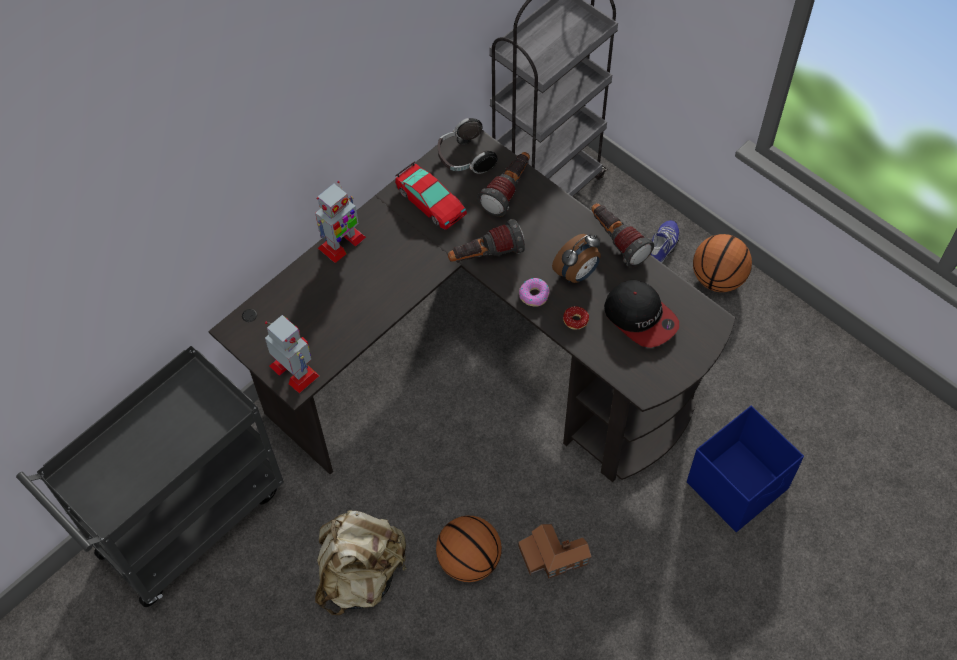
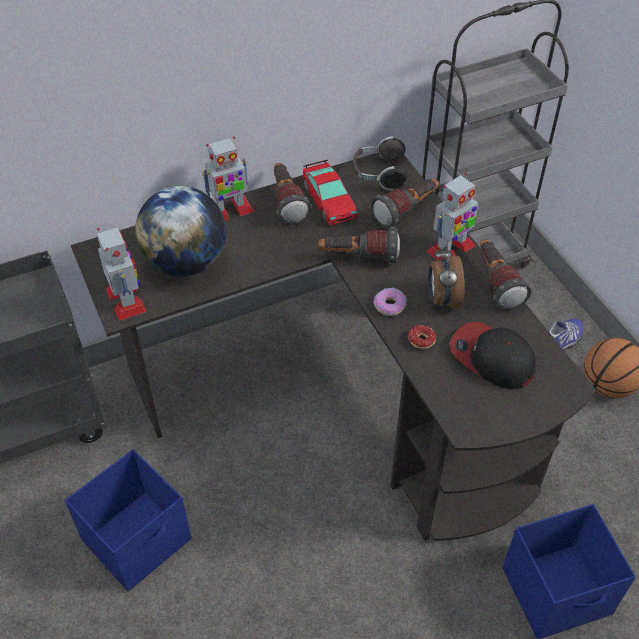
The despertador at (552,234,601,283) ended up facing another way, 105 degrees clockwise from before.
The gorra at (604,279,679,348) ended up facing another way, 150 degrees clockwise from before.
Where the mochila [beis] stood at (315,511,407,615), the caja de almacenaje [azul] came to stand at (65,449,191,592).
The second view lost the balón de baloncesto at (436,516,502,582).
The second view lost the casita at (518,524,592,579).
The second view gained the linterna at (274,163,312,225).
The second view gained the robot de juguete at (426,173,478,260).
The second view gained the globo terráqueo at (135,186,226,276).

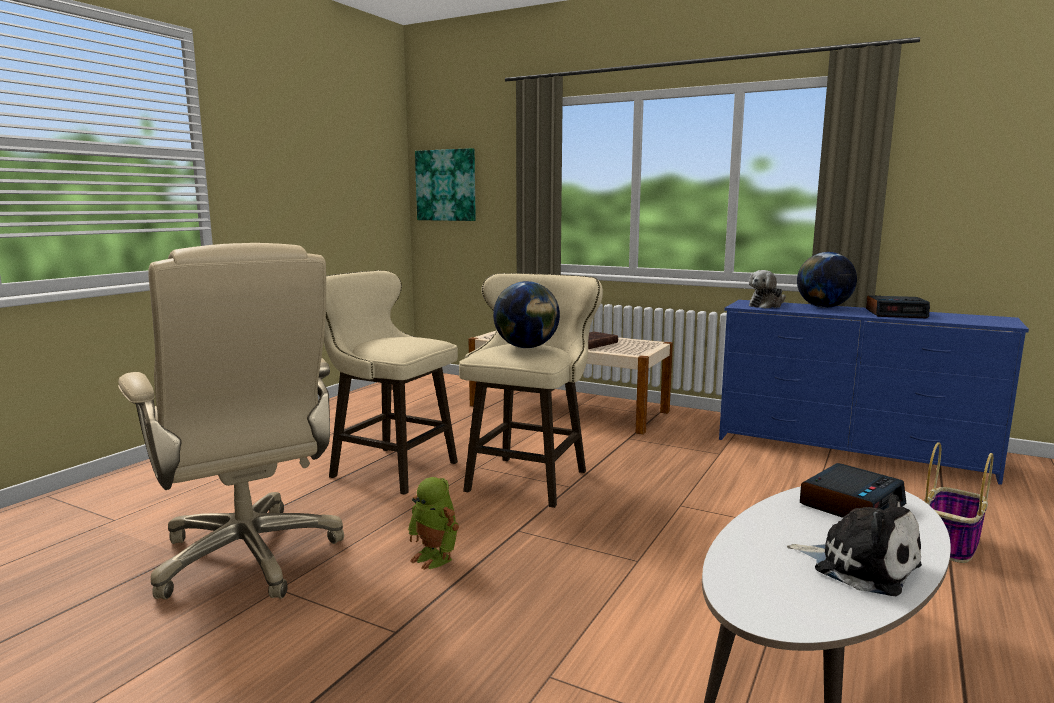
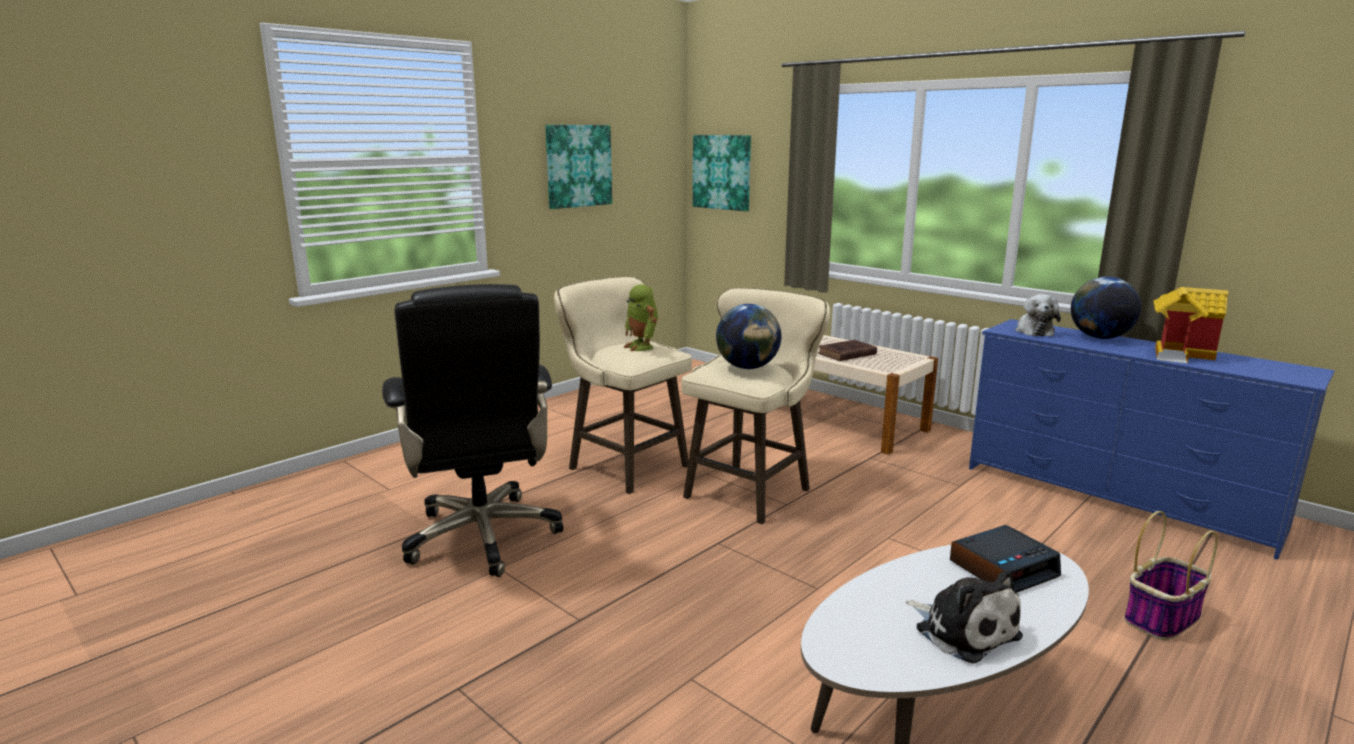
What was the silla de oficina [beis] at (118,243,344,599) turned into the silla de oficina [negro] at (382,284,564,577).
The peluche at (749,270,786,309) ended up facing another way, 60 degrees counterclockwise from before.
Where the despertador stood at (866,295,930,318), the casita came to stand at (1153,287,1228,363).
The robot de juguete ended up elsewhere, having gone from (408,477,459,570) to (623,285,658,351).
The second view gained the cuadro at (545,125,612,209).

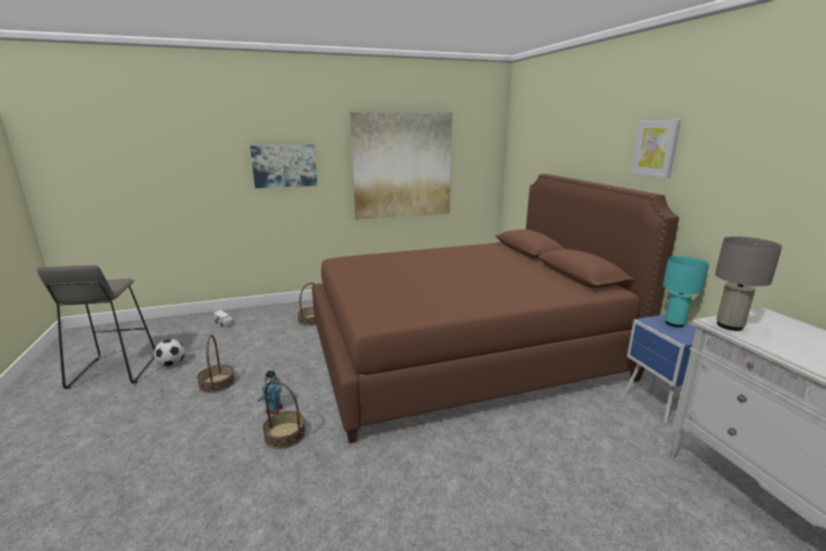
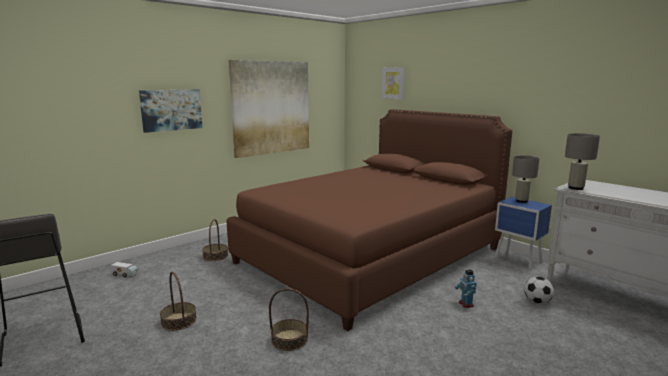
The cuadro ended up elsewhere, having gone from (631,120,681,178) to (382,67,405,99).
What was the lámpara de mesa [turquesa] at (663,256,709,328) turned into the lámpara de mesa [gris] at (512,155,539,203).
The balón de fútbol ended up elsewhere, having gone from (154,339,185,366) to (524,276,554,304).
The robot de juguete ended up elsewhere, having gone from (257,370,283,414) to (455,269,477,308).

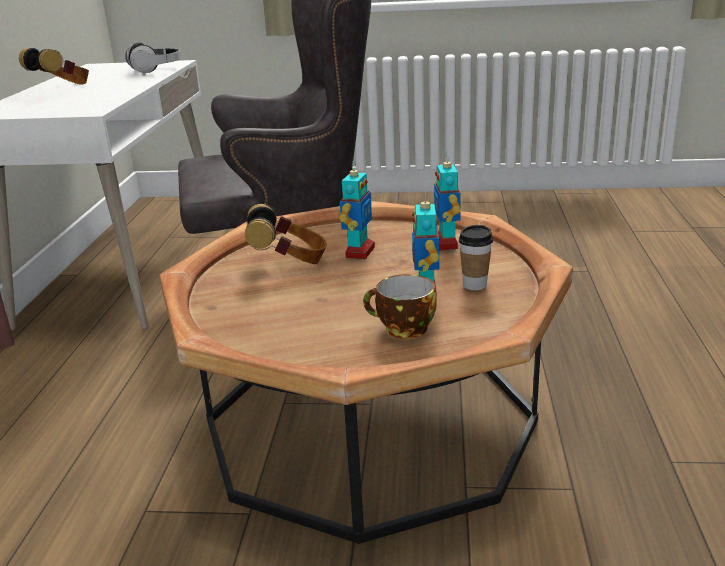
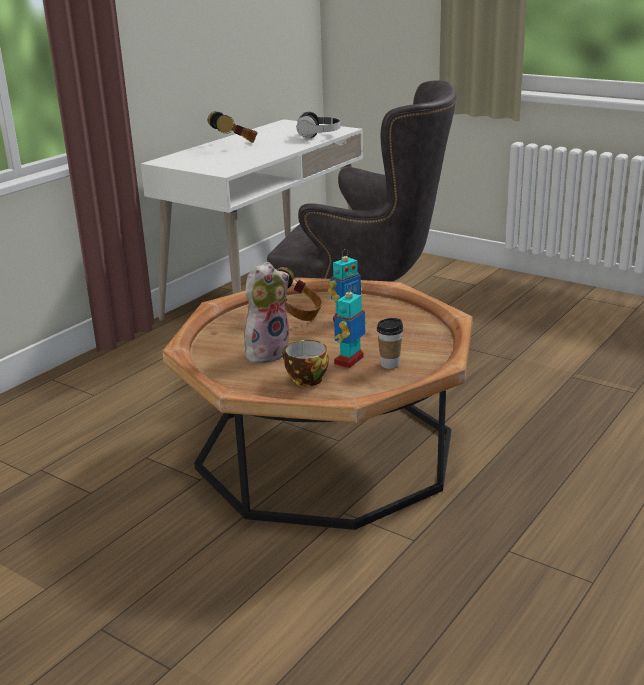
The second view lost the robot de juguete at (434,153,461,250).
The second view gained the peluche at (244,262,289,365).

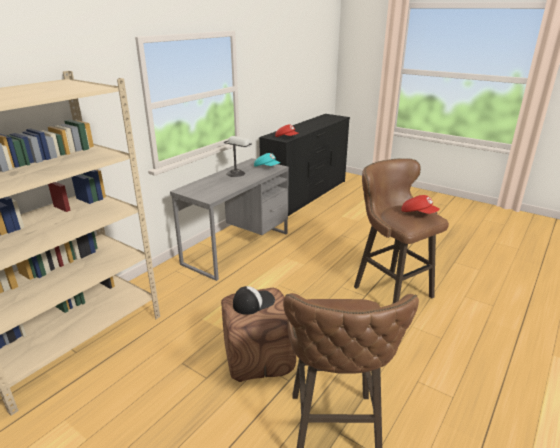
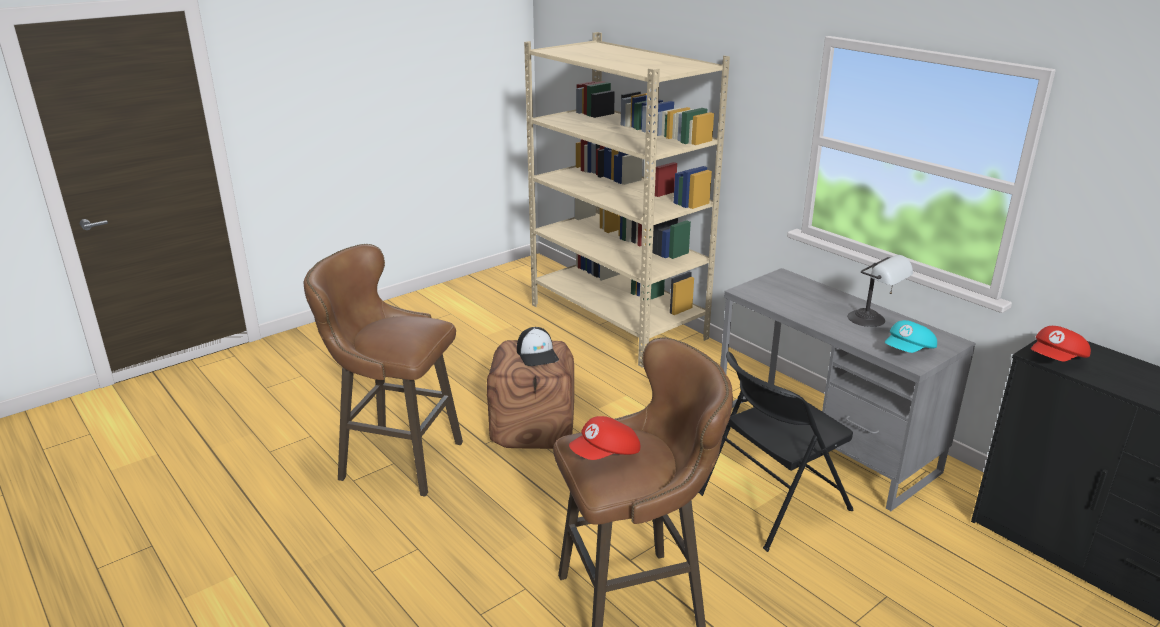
The second view gained the silla [negro] at (698,352,853,552).

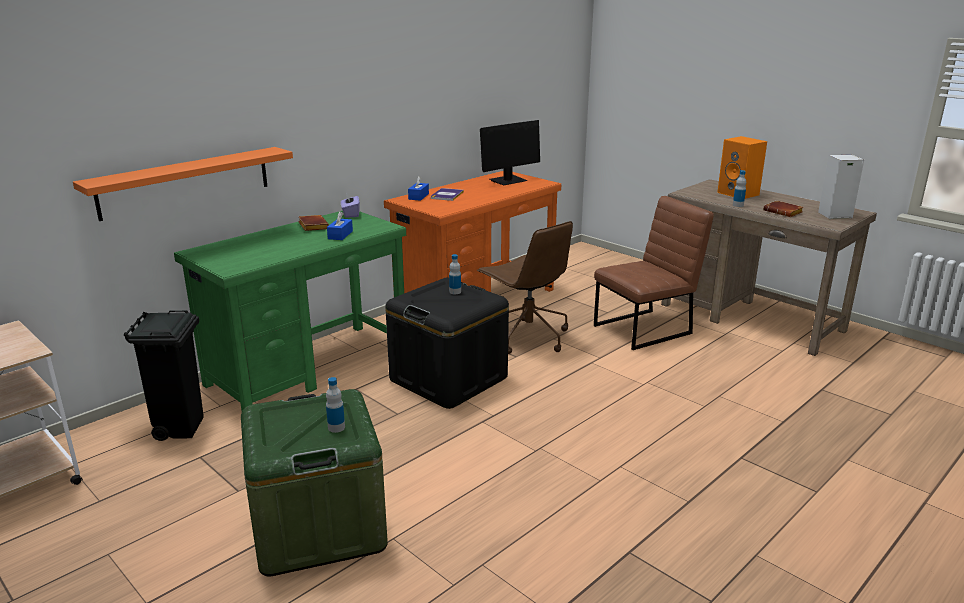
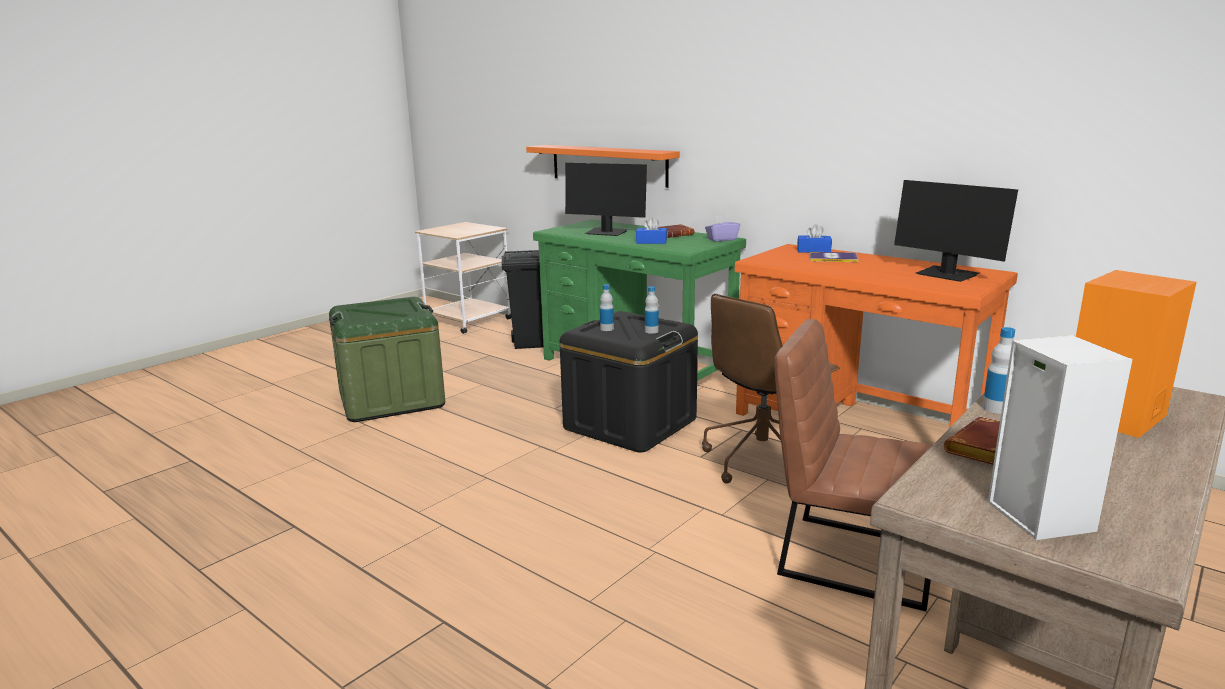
The silla [marrón] at (594,196,714,350) ended up facing another way, 150 degrees clockwise from before.
The botella ended up elsewhere, having gone from (326,377,345,433) to (600,284,614,331).
The second view gained the monitor at (565,163,647,236).

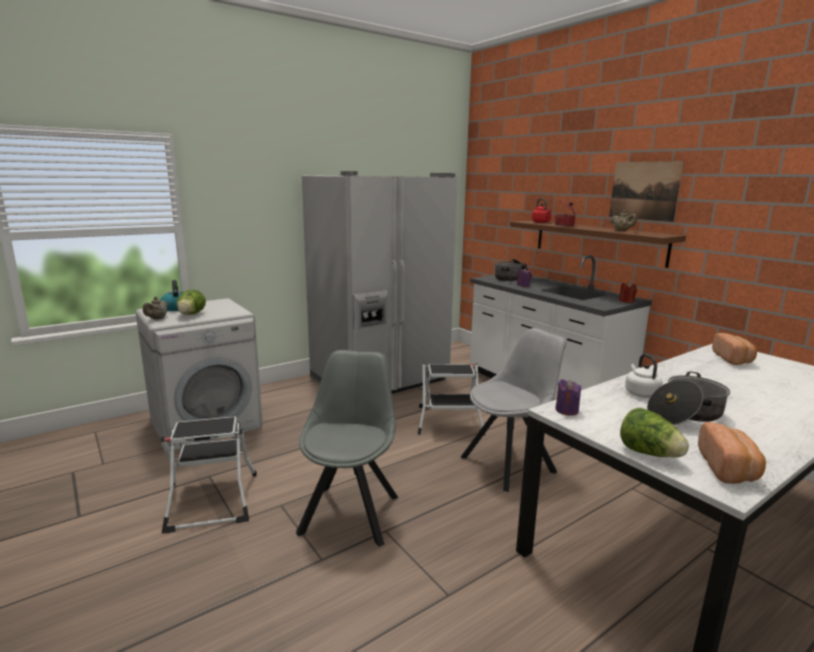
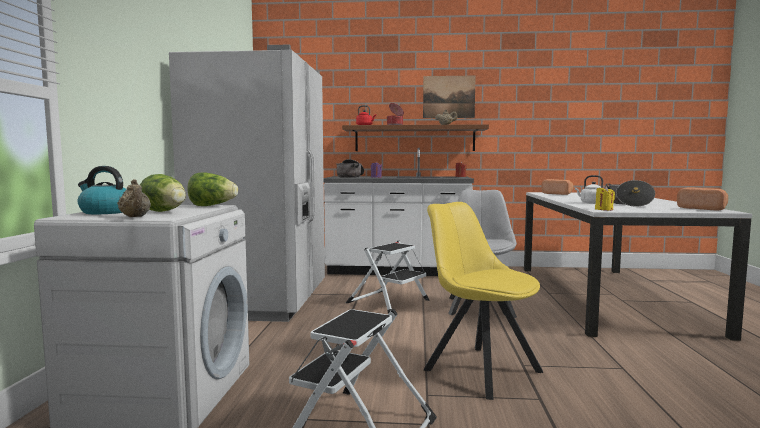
What was the silla [gris] at (296,350,398,547) turned into the silla [amarillo] at (423,202,543,400).
What was the vela [morado] at (555,379,581,416) turned into the vela [amarillo] at (595,186,615,211).
The lechuga ended up elsewhere, having gone from (620,408,689,458) to (187,173,238,206).

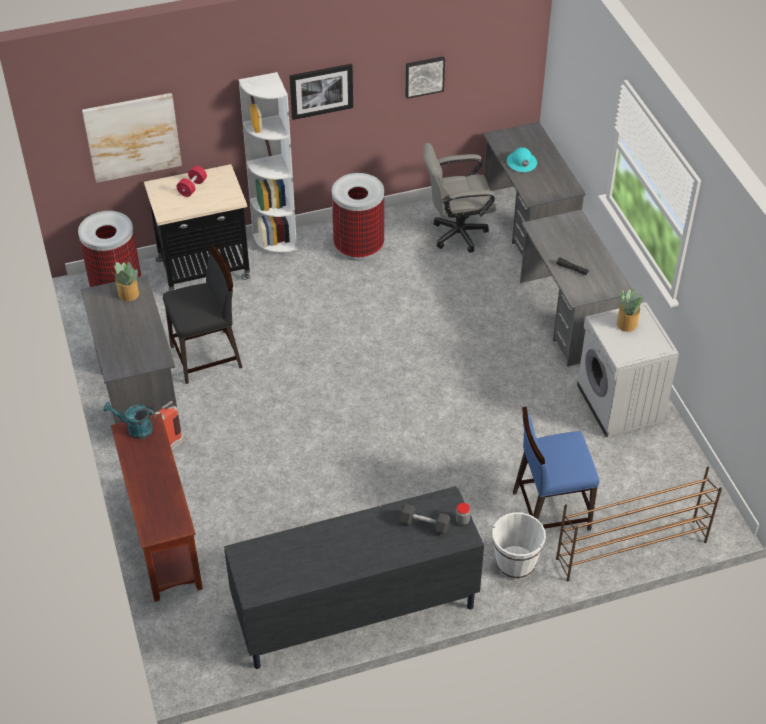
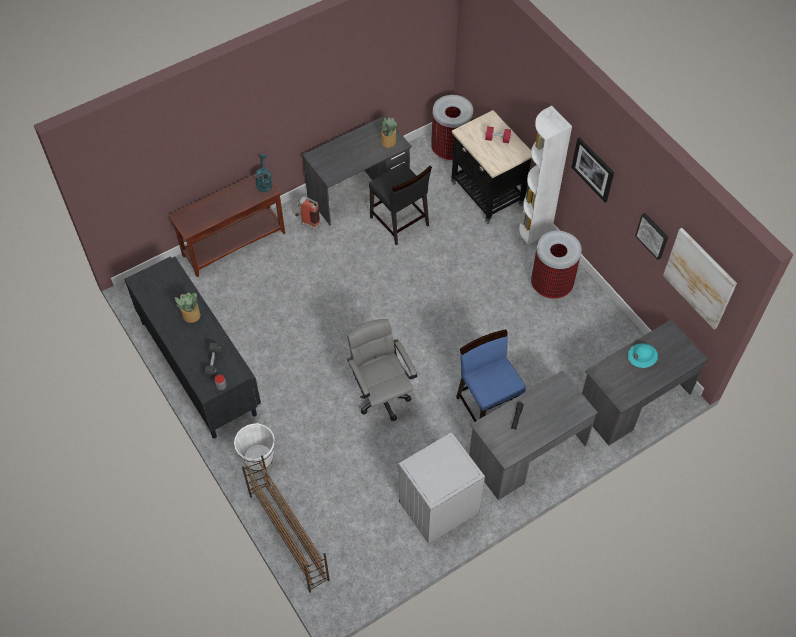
The cuadro ended up elsewhere, having gone from (82,93,182,183) to (663,228,737,329).
The silla de oficina [gris] ended up elsewhere, having gone from (423,143,496,253) to (347,319,417,421).
The planta en maceta ended up elsewhere, having gone from (617,289,644,332) to (175,293,201,323).
The silla [azul] ended up elsewhere, having gone from (513,407,599,531) to (456,329,526,422).

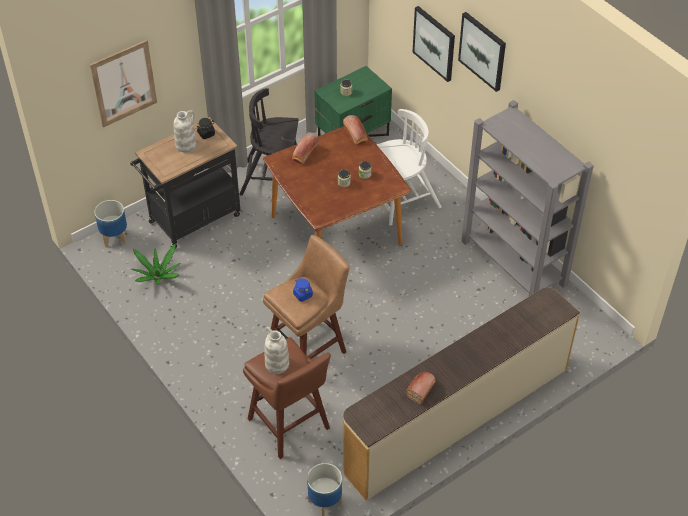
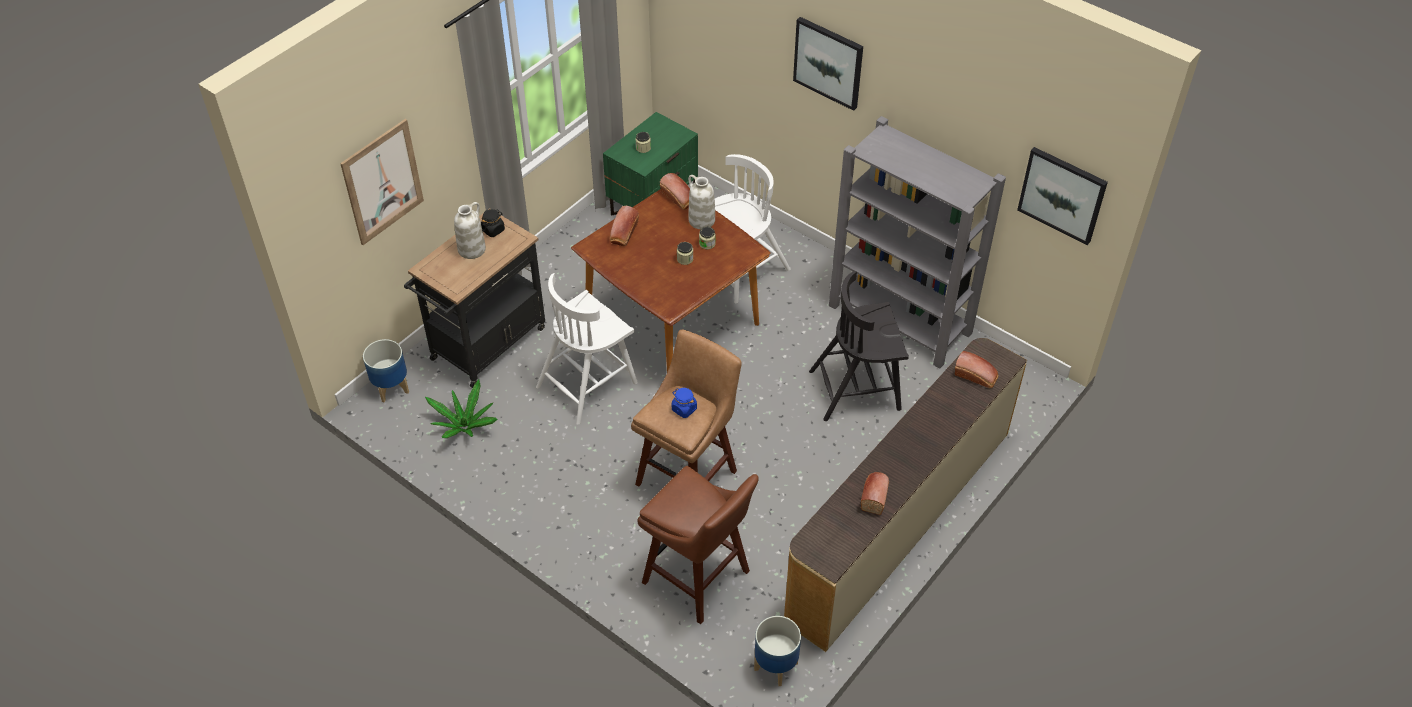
The cuadro ended up elsewhere, having gone from (412,6,455,82) to (1017,147,1108,245).
The silla [negro] ended up elsewhere, having gone from (239,88,298,196) to (809,271,909,421).
The florero [blanco] ended up elsewhere, having gone from (265,327,289,374) to (688,175,715,229).
The second view gained the silla [blanco] at (536,273,638,425).
The second view gained the pan at (955,351,999,388).

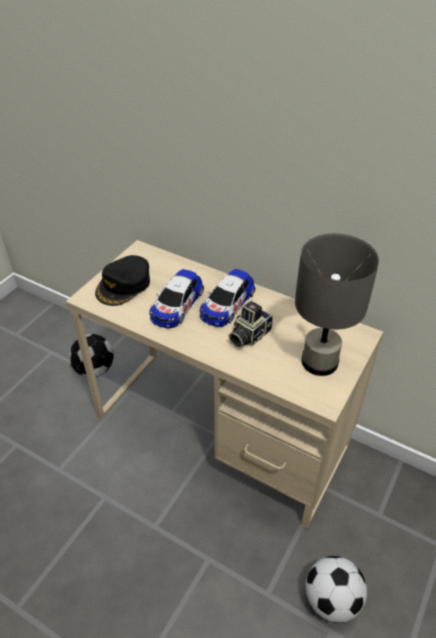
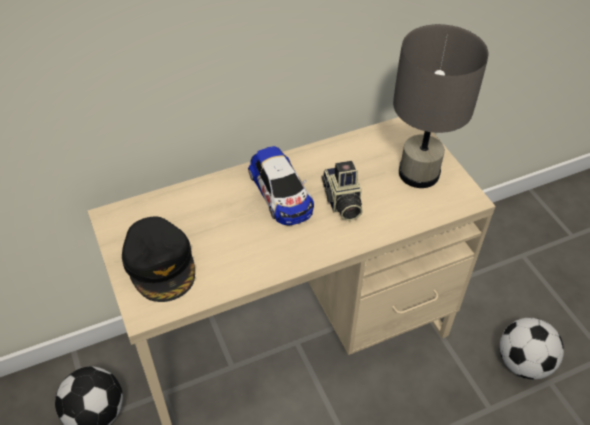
The second view lost the coche de juguete at (150,269,204,328).

